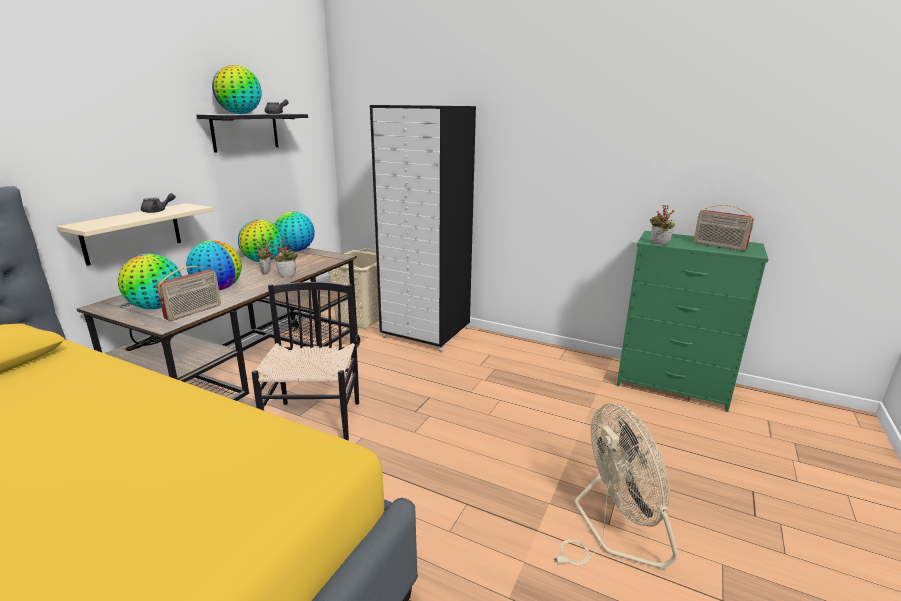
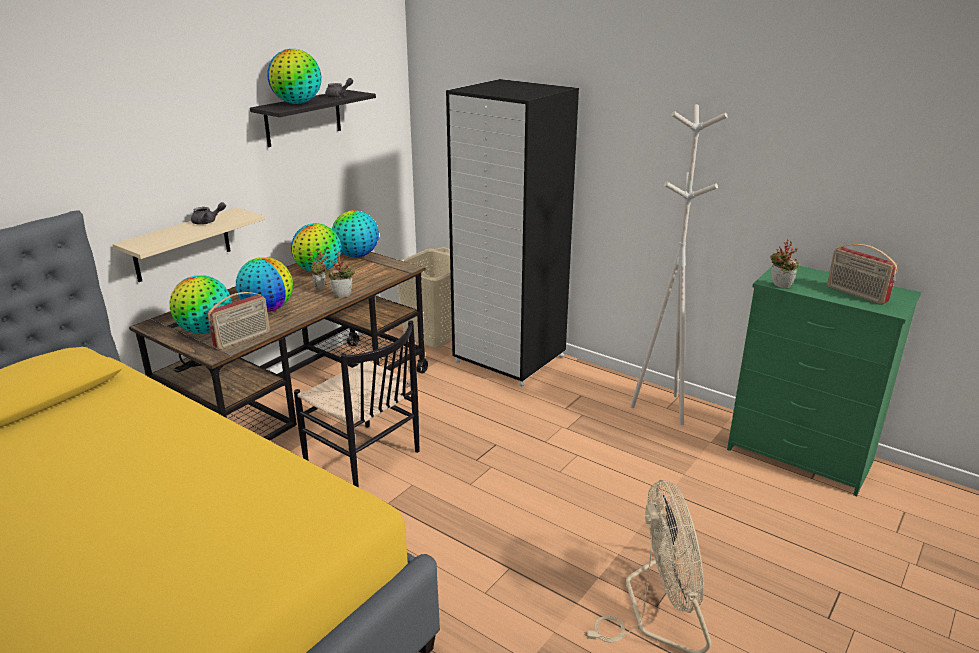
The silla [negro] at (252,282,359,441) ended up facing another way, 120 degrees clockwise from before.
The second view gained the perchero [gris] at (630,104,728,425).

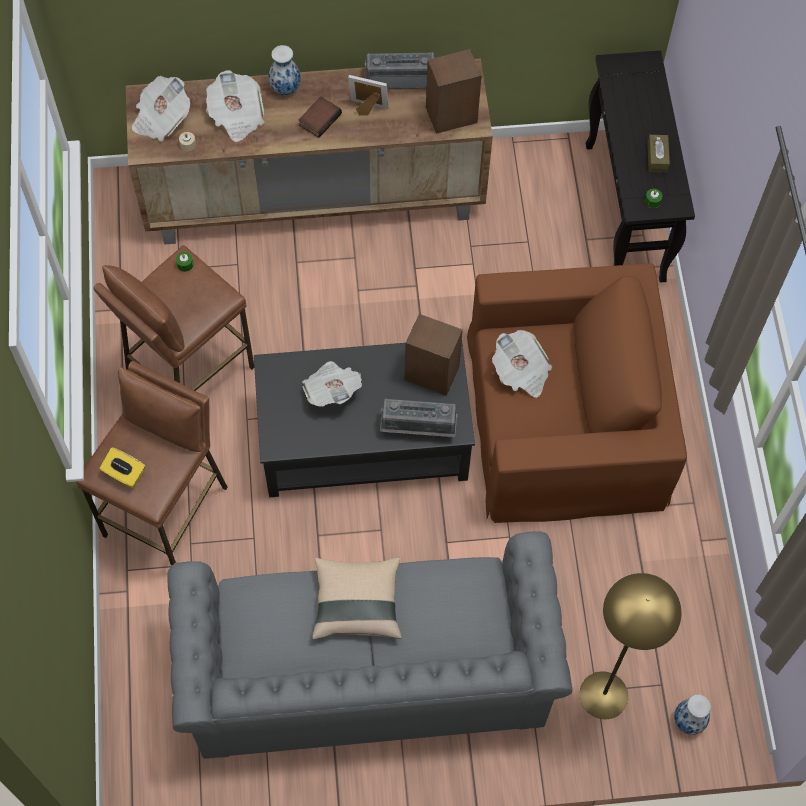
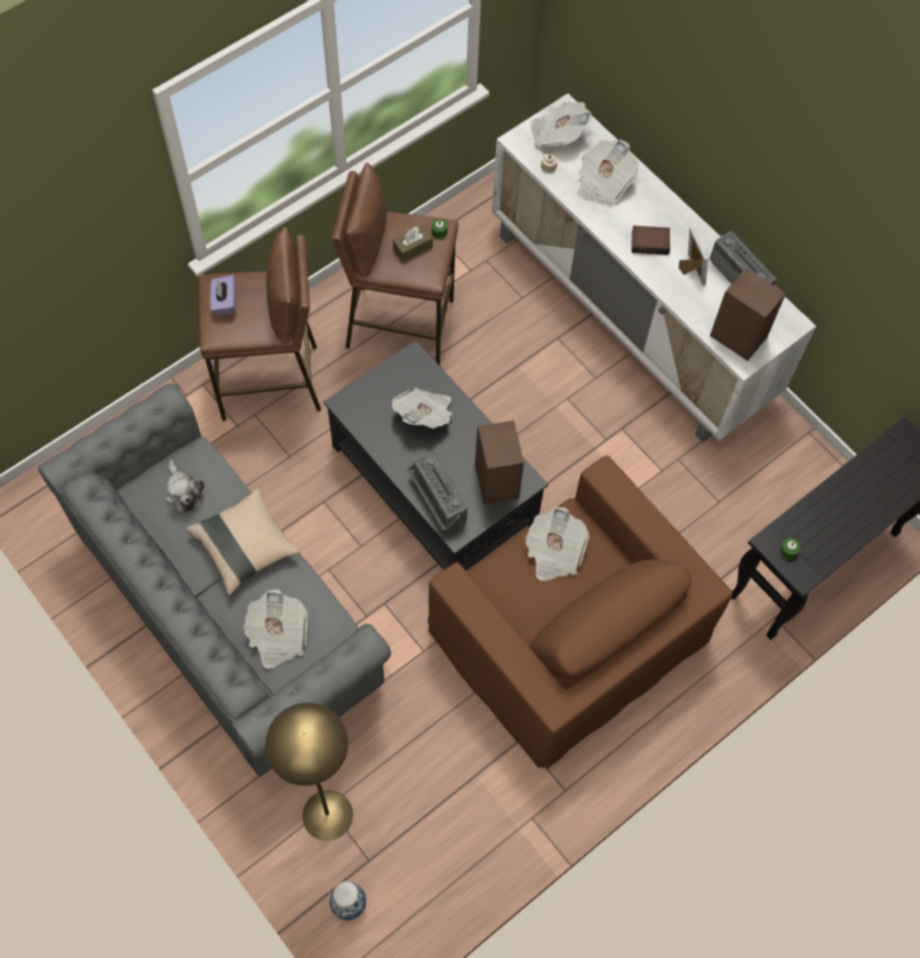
The second view lost the florero at (268,45,301,95).
What was the mueble de televisión [marrón] at (126,58,493,245) turned into the mueble de televisión [blanco] at (492,93,816,442).
The caja de pañuelos [marrón] ended up elsewhere, having gone from (647,135,670,173) to (393,225,433,262).
What was the caja de pañuelos [amarillo] at (100,447,146,488) turned into the caja de pañuelos [morado] at (210,275,236,315).
The second view gained the peluche at (166,459,204,513).
The second view gained the periódico at (243,589,308,669).

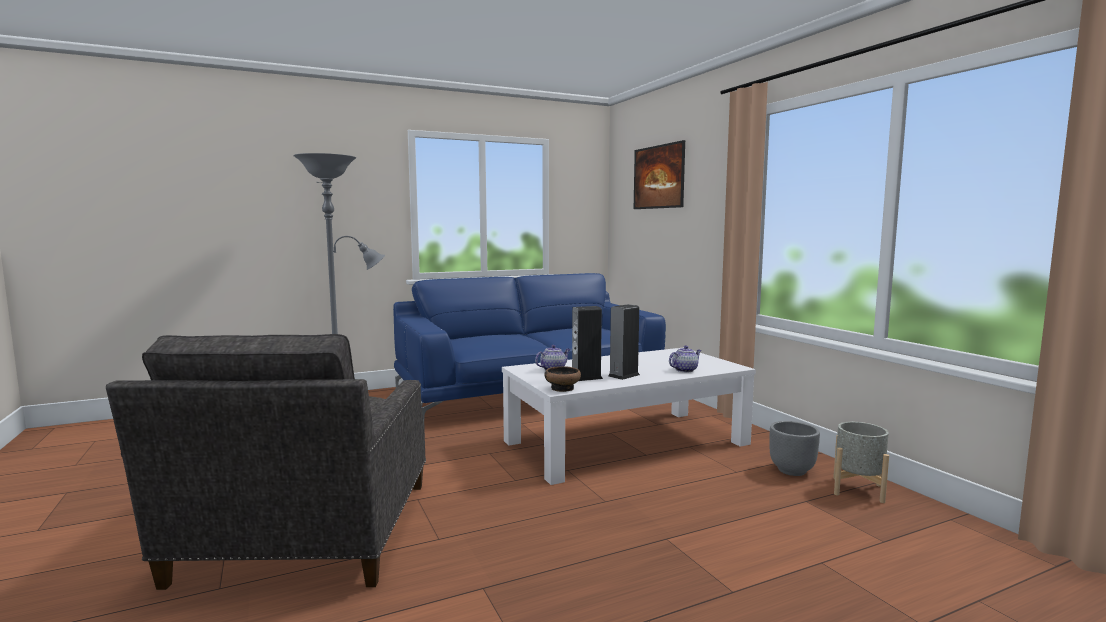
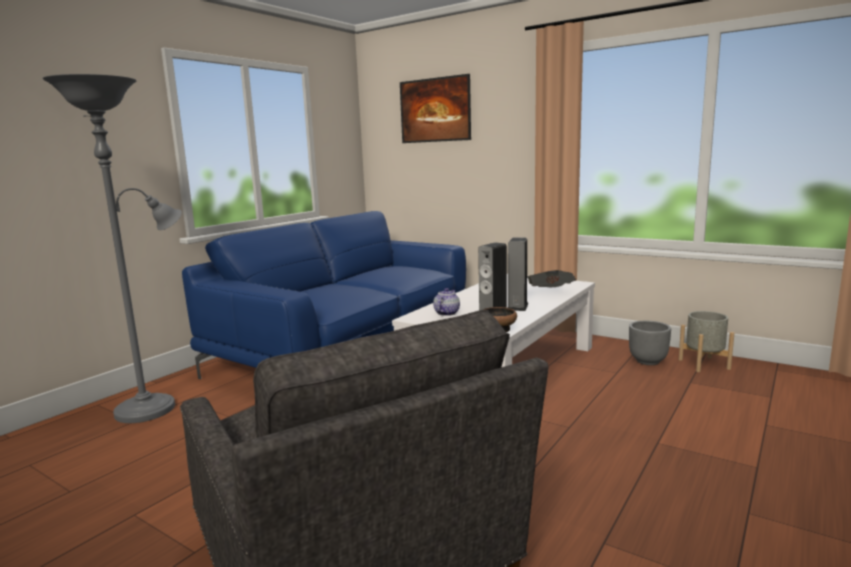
Where the tetera stood at (669,345,701,372), the periódico came to stand at (527,270,577,287).

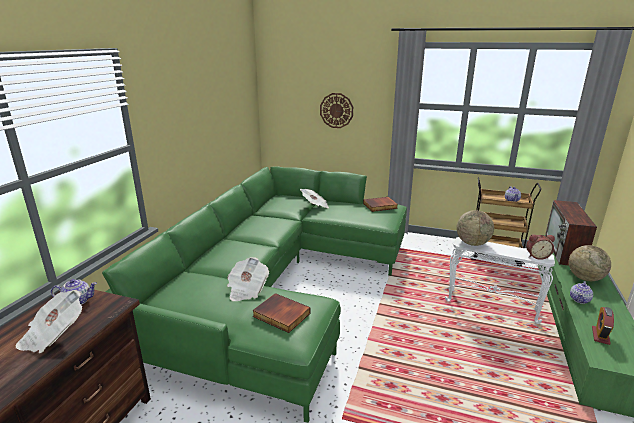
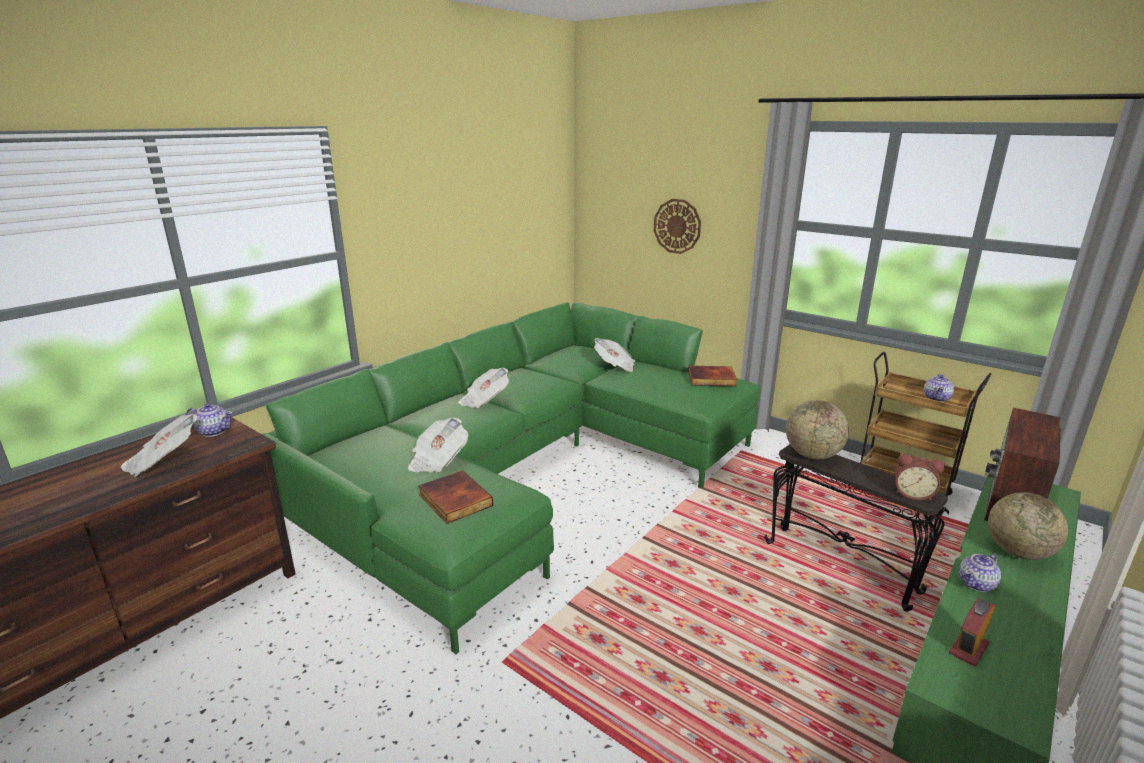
What was the mesa auxiliar [blanco] at (445,237,555,324) turned into the mesa auxiliar [negro] at (764,444,948,612).
The second view gained the periódico at (459,368,509,408).

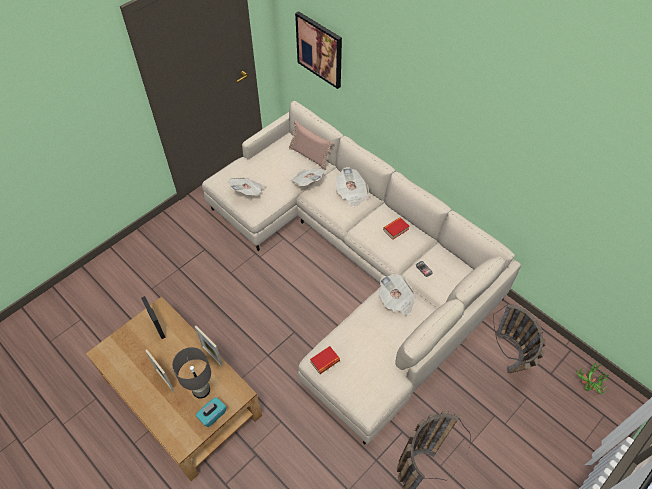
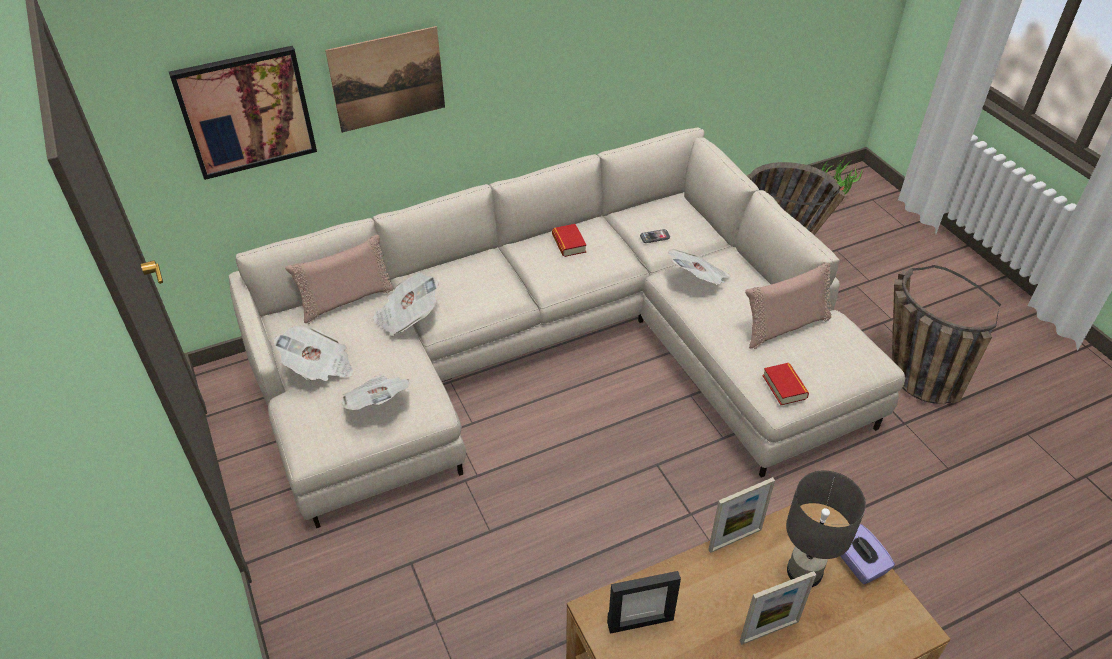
The periódico ended up elsewhere, having gone from (336,167,369,208) to (274,325,353,381).
What was the caja de pañuelos [turquesa] at (196,397,226,427) turned into the caja de pañuelos [morado] at (841,524,895,584).
The second view gained the cuadro at (325,26,445,133).
The second view gained the cojín [beis] at (745,262,832,349).

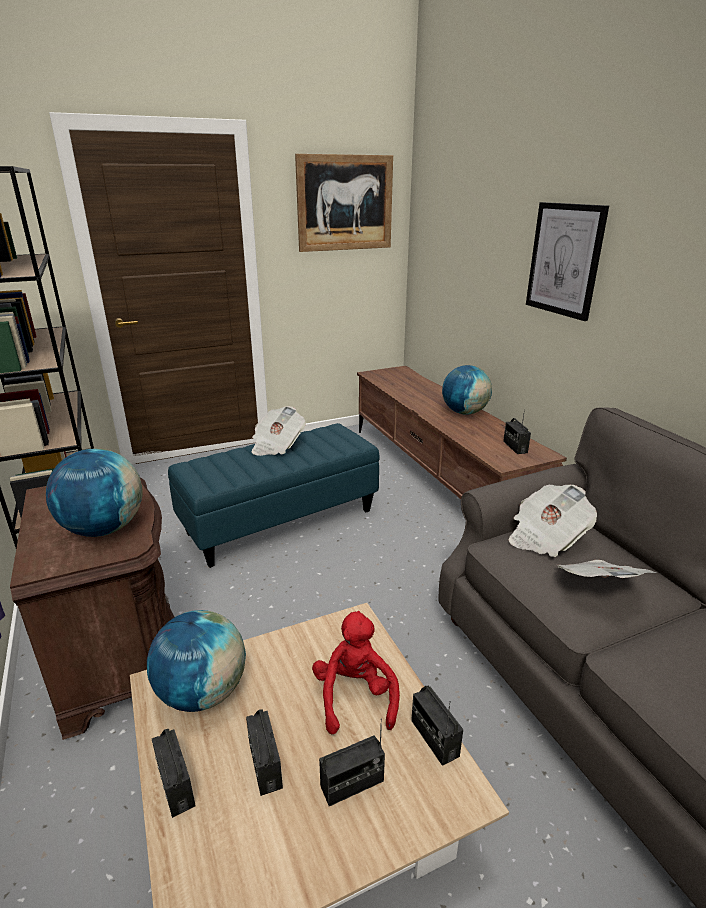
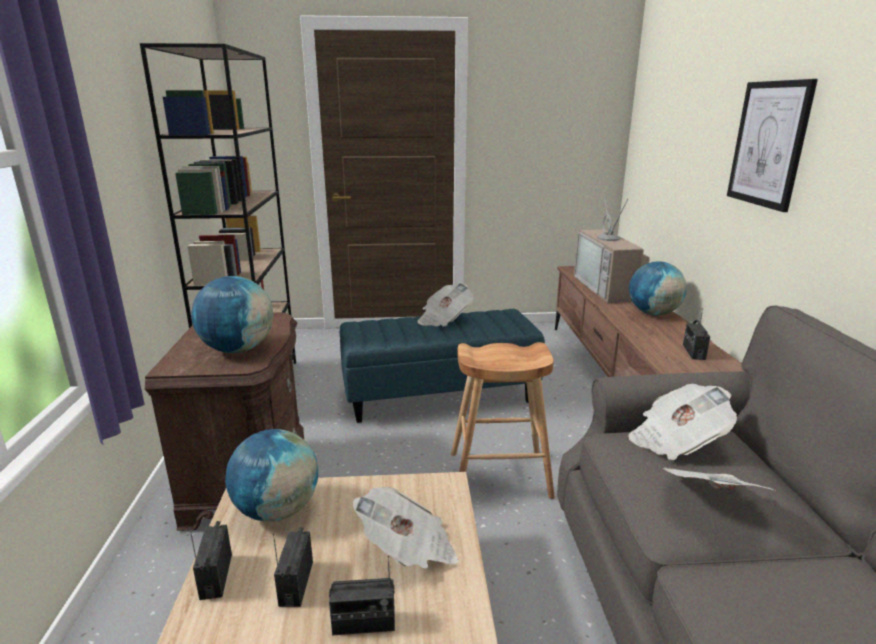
The second view lost the cuadro at (295,154,393,252).
Where the peluche [rojo] stood at (312,611,400,734), the periódico came to stand at (353,487,459,569).
The second view lost the radio at (411,686,463,766).
The second view gained the televisor at (574,190,650,303).
The second view gained the taburete [marrón] at (451,342,555,499).

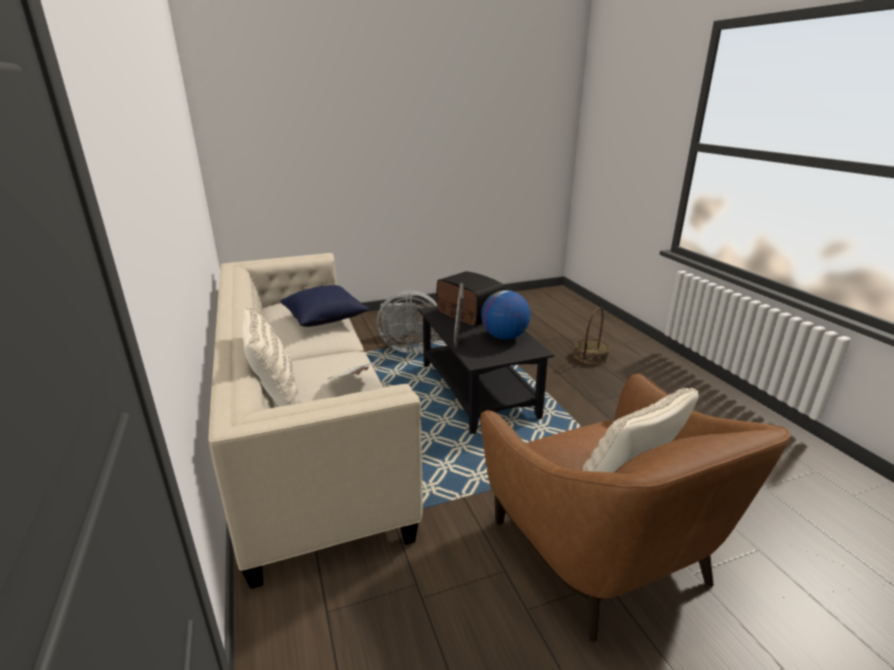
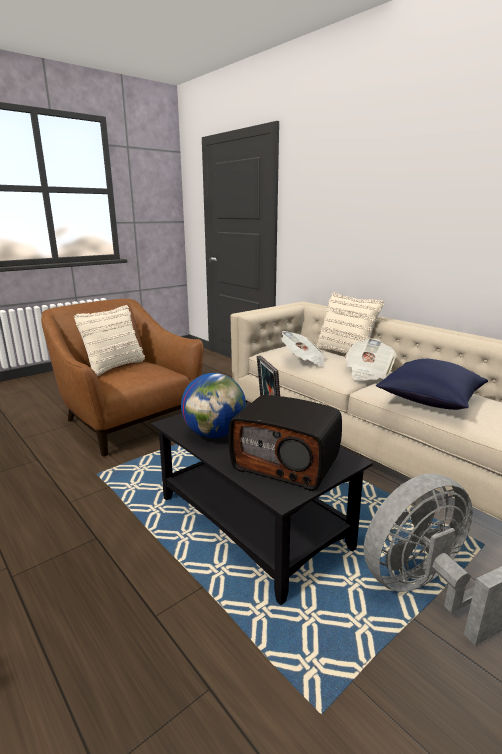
The second view lost the cesta at (574,307,610,364).
The second view gained the periódico at (345,338,397,381).

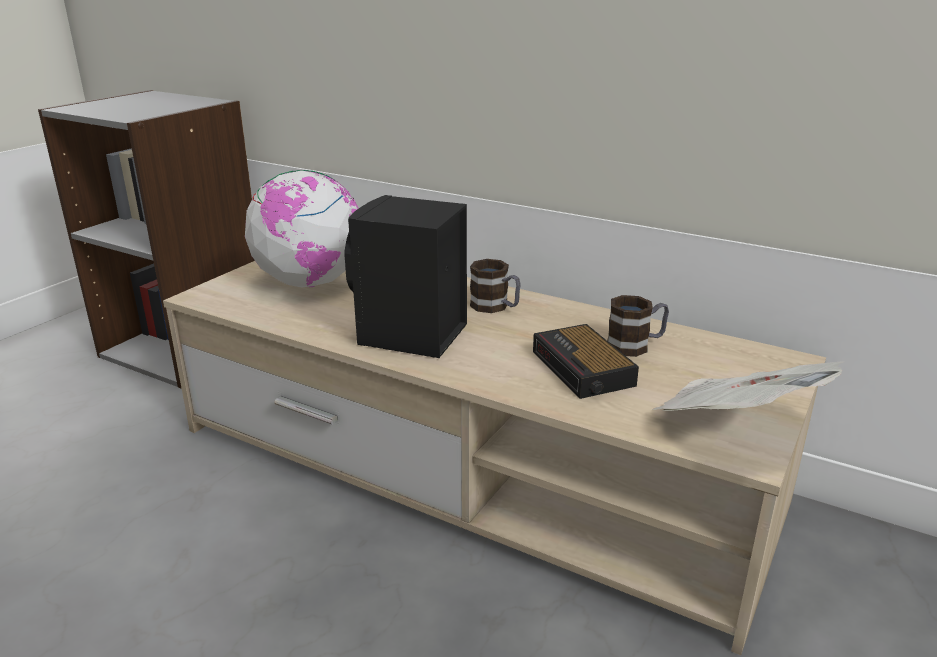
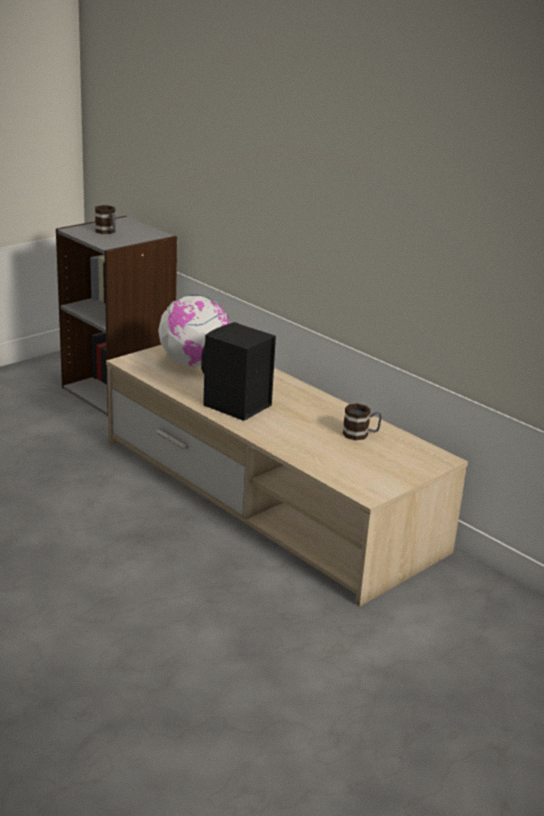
The taza grande ended up elsewhere, having gone from (470,259,521,313) to (95,205,116,234).
The second view lost the despertador at (533,324,639,399).
The second view lost the periódico at (652,361,844,411).

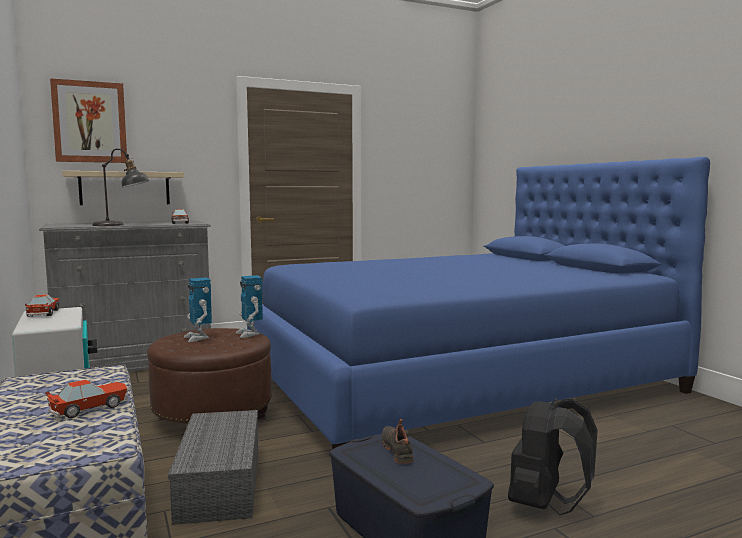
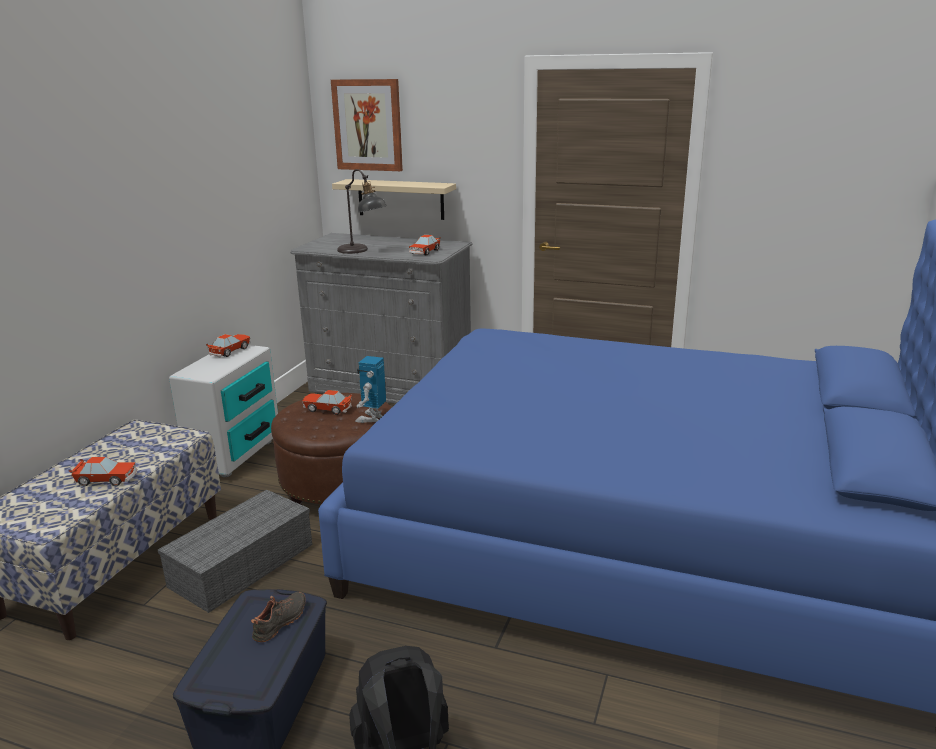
Where the robot de juguete stood at (183,277,212,342), the coche de juguete came to stand at (303,390,353,415).

